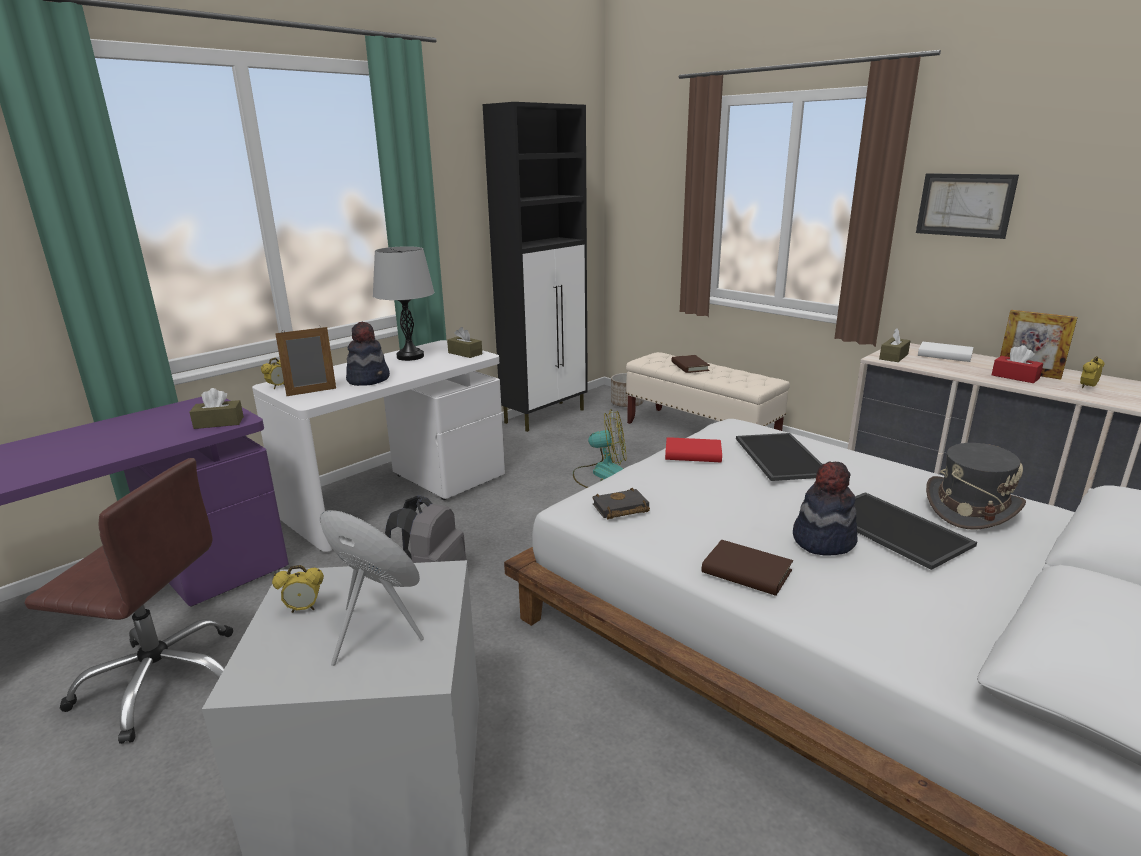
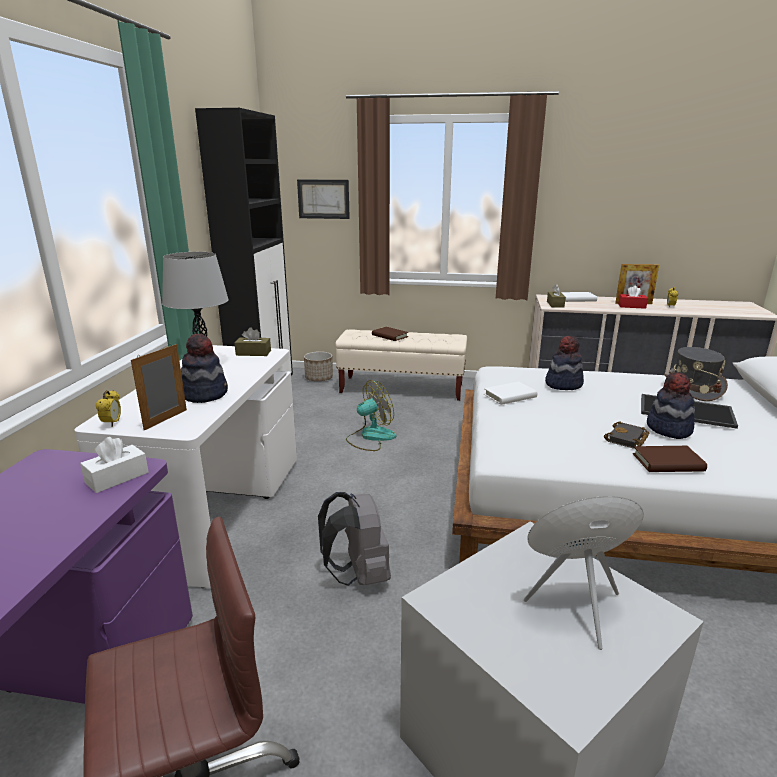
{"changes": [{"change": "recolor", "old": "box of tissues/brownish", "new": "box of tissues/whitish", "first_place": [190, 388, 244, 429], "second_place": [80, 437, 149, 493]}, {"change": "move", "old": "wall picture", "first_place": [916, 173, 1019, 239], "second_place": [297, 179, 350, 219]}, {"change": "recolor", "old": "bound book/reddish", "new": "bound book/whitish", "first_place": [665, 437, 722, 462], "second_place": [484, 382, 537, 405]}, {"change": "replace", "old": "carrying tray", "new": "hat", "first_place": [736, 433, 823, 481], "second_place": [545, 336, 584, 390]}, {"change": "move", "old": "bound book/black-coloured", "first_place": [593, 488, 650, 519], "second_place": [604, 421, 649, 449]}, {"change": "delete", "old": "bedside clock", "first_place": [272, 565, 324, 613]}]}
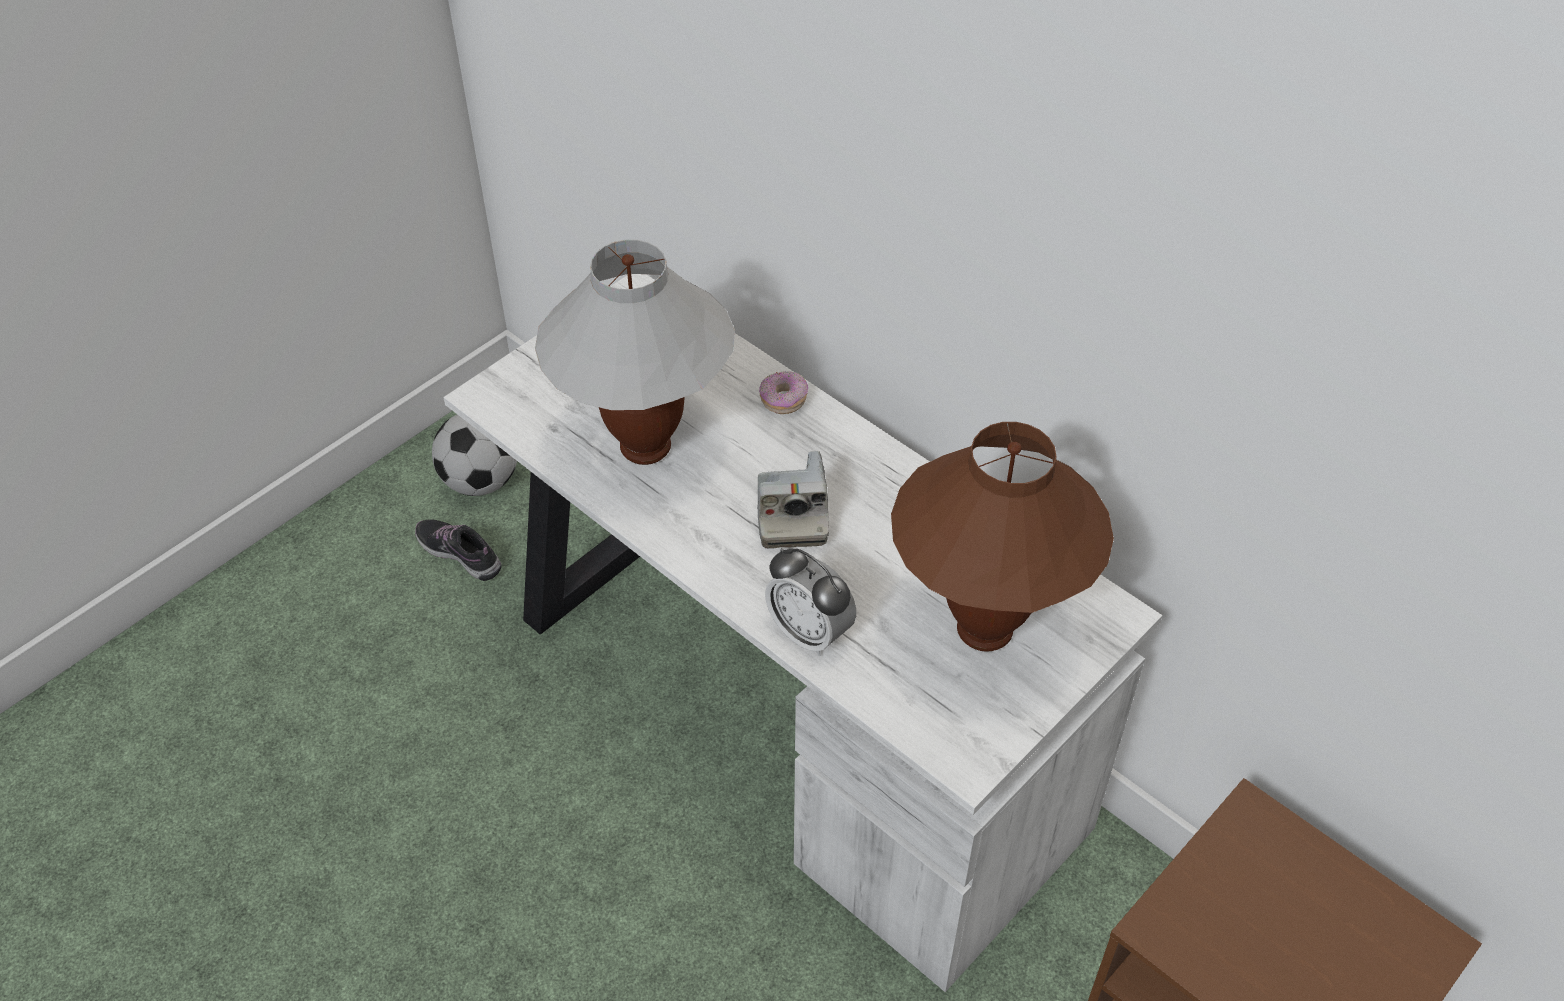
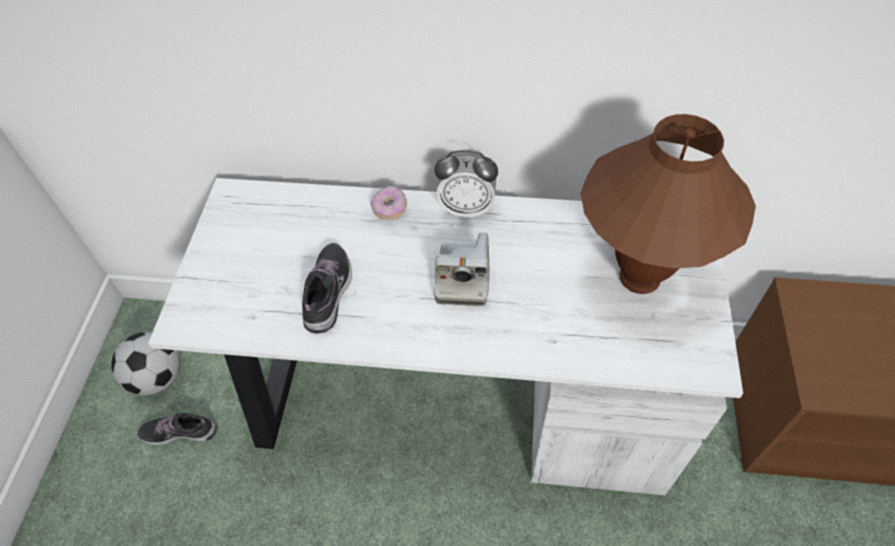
{"changes": [{"change": "replace", "old": "table lamp/whitish", "new": "shoe", "first_place": [535, 240, 735, 465], "second_place": [302, 243, 352, 334]}, {"change": "move", "old": "bedside clock", "first_place": [765, 548, 856, 656], "second_place": [434, 150, 498, 217]}, {"change": "rotate", "old": "still camera", "first_place": [757, 451, 829, 548], "second_place": [434, 233, 490, 306], "degrees": 45}]}
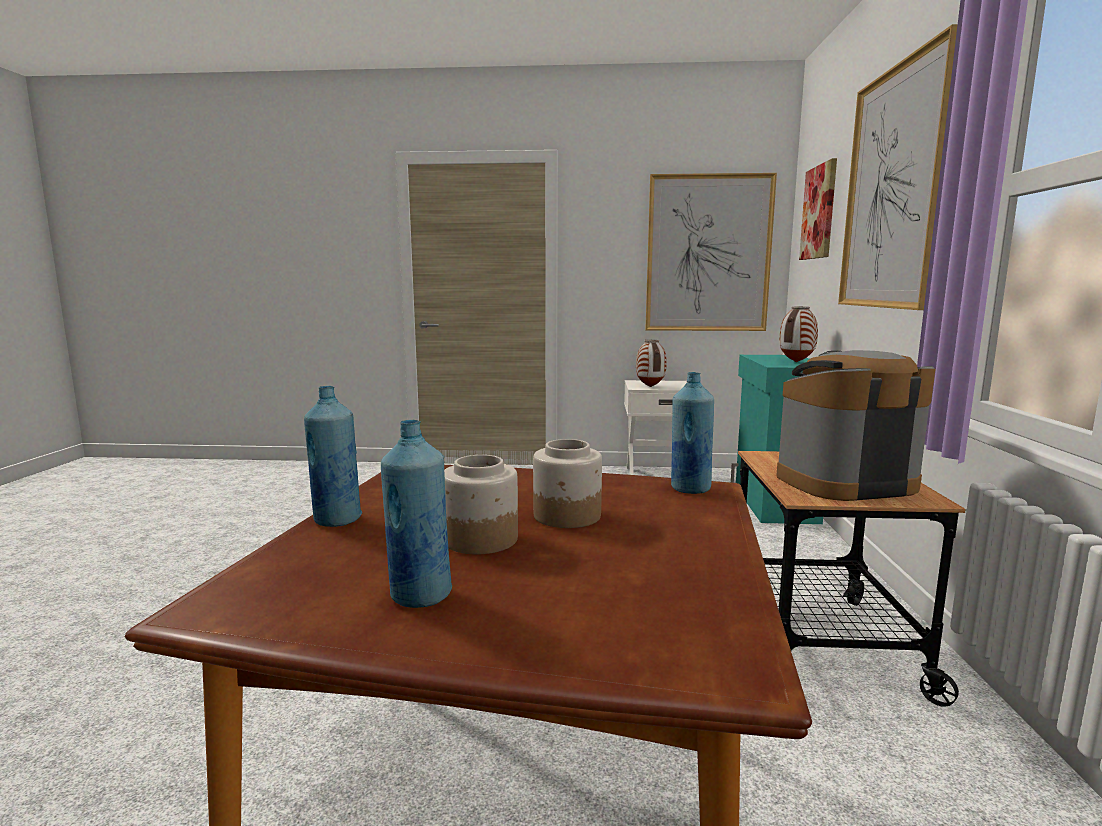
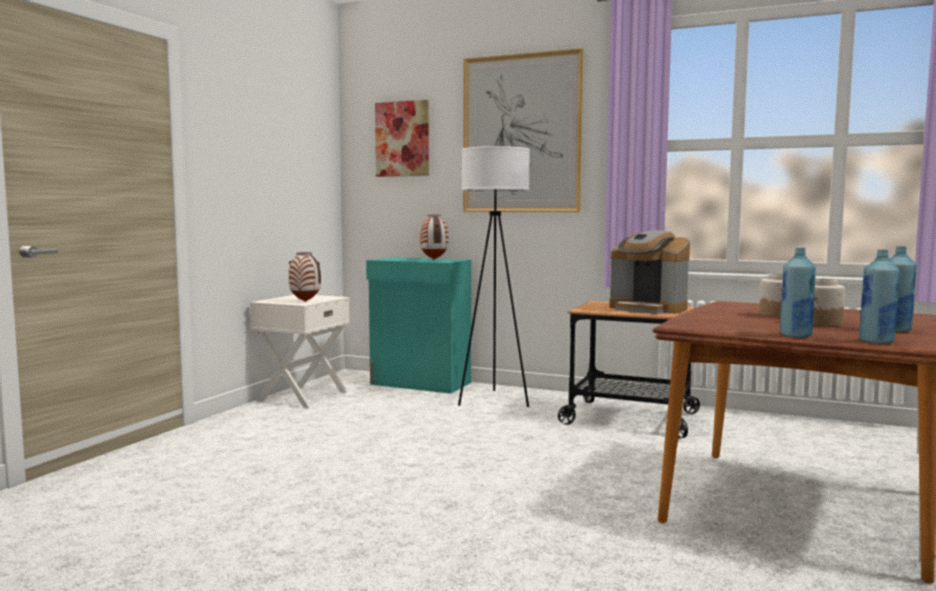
{"changes": [{"change": "insert", "new": "floor lamp/whitish", "second_place": [458, 146, 530, 407]}, {"change": "rotate", "old": "coffee maker", "first_place": [776, 350, 936, 501], "second_place": [609, 230, 690, 314], "degrees": -60}, {"change": "move", "old": "drink bottle/blue", "first_place": [671, 372, 714, 494], "second_place": [859, 249, 900, 344]}, {"change": "delete", "old": "wall picture", "first_place": [645, 173, 777, 331]}]}
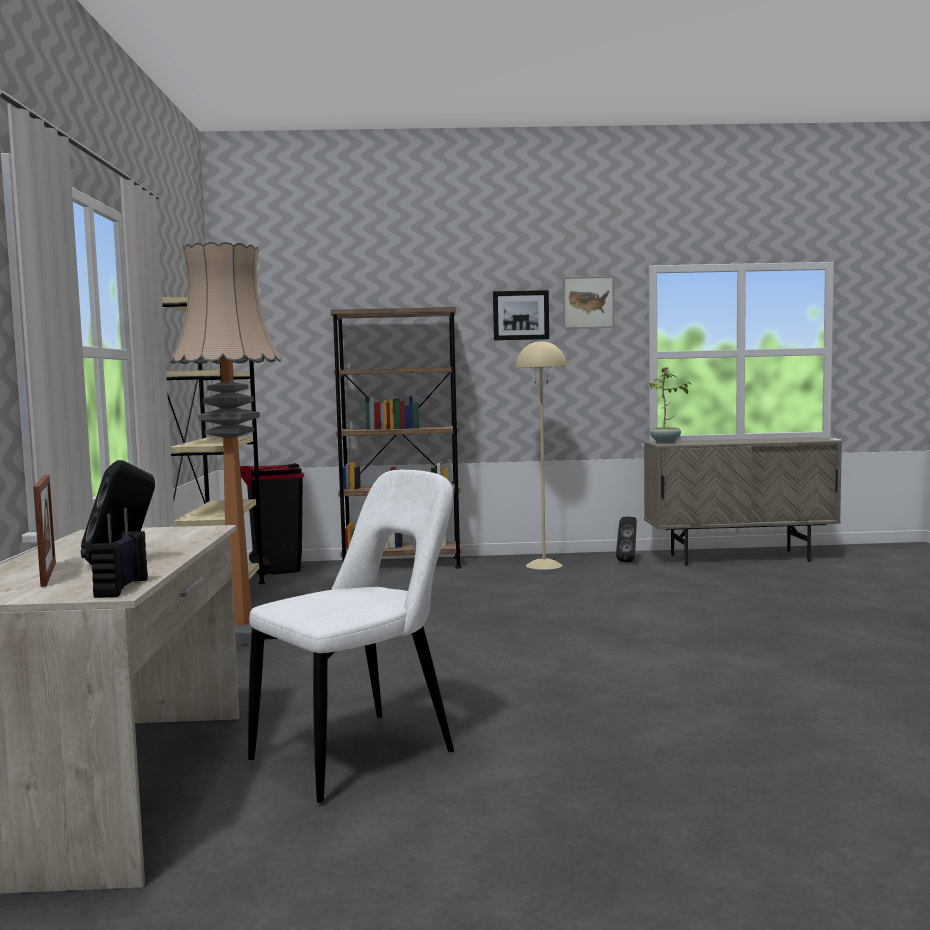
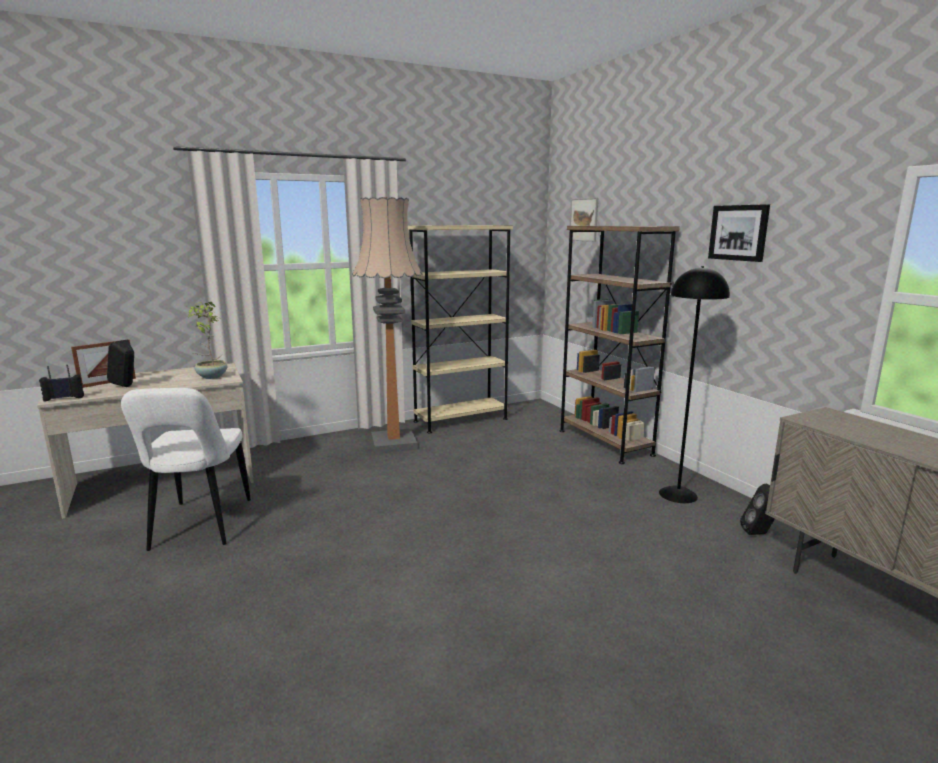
{"changes": [{"change": "rotate", "old": "upright chair/whitish", "first_place": [248, 470, 454, 803], "second_place": [121, 388, 251, 551], "degrees": 60}, {"change": "move", "old": "houseplant", "first_place": [649, 367, 692, 443], "second_place": [188, 302, 227, 379]}, {"change": "move", "old": "wall picture", "first_place": [563, 276, 614, 329], "second_place": [569, 198, 598, 242]}, {"change": "recolor", "old": "floor lamp/beige-coloured", "new": "floor lamp/black-coloured", "first_place": [516, 340, 567, 570], "second_place": [659, 266, 730, 503]}, {"change": "delete", "old": "waste bin/black-coloured", "first_place": [240, 463, 304, 575]}]}
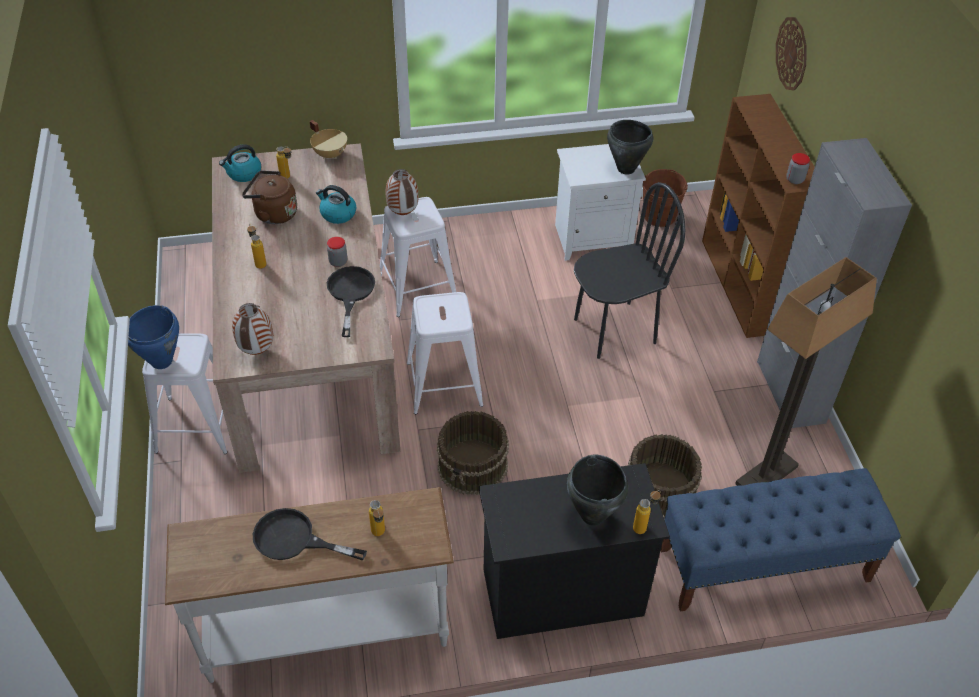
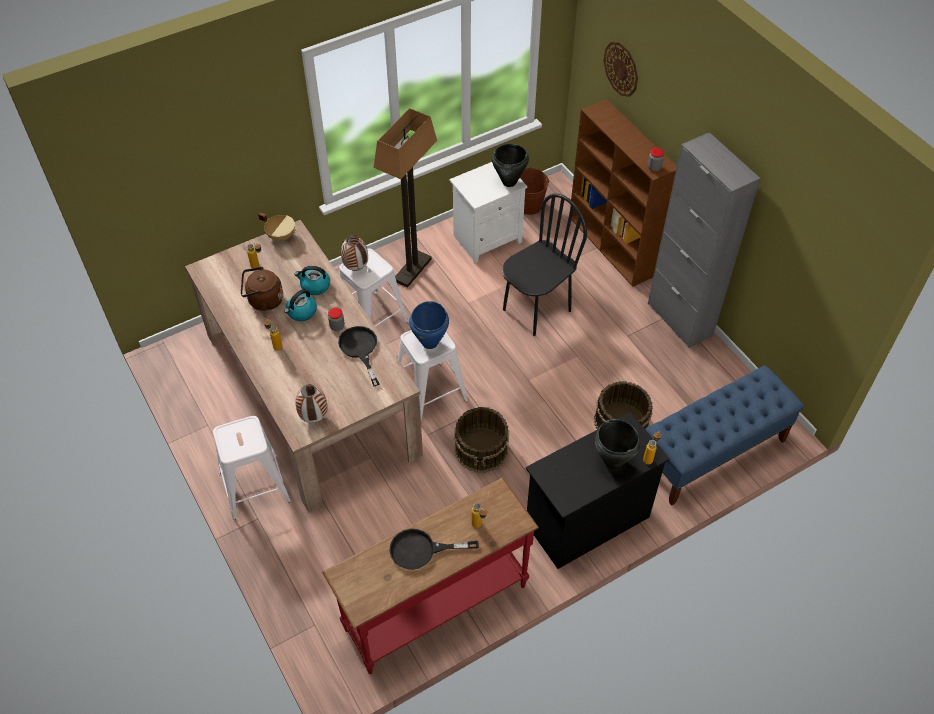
{"changes": [{"change": "move", "old": "water kettle", "first_place": [219, 144, 261, 182], "second_place": [284, 289, 317, 321]}, {"change": "recolor", "old": "hall table/whitish", "new": "hall table/reddish", "first_place": [165, 487, 454, 683], "second_place": [322, 477, 539, 674]}, {"change": "move", "old": "floor lamp", "first_place": [735, 257, 877, 486], "second_place": [373, 108, 437, 288]}, {"change": "move", "old": "stockpot/blue", "first_place": [128, 305, 179, 369], "second_place": [409, 301, 449, 349]}]}
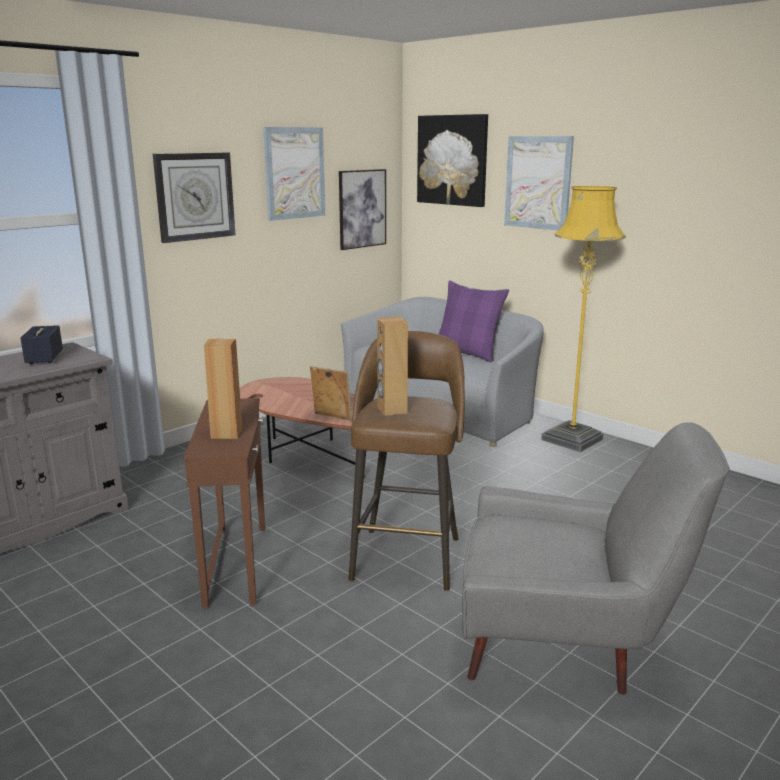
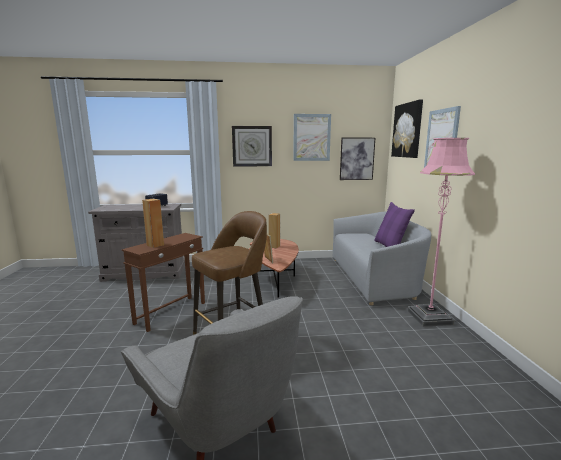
{"changes": [{"change": "move", "old": "audio speaker/brownish", "first_place": [377, 317, 408, 416], "second_place": [269, 213, 280, 248]}, {"change": "recolor", "old": "floor lamp/yellowish", "new": "floor lamp/pinkish", "first_place": [541, 186, 626, 452], "second_place": [407, 138, 475, 327]}]}
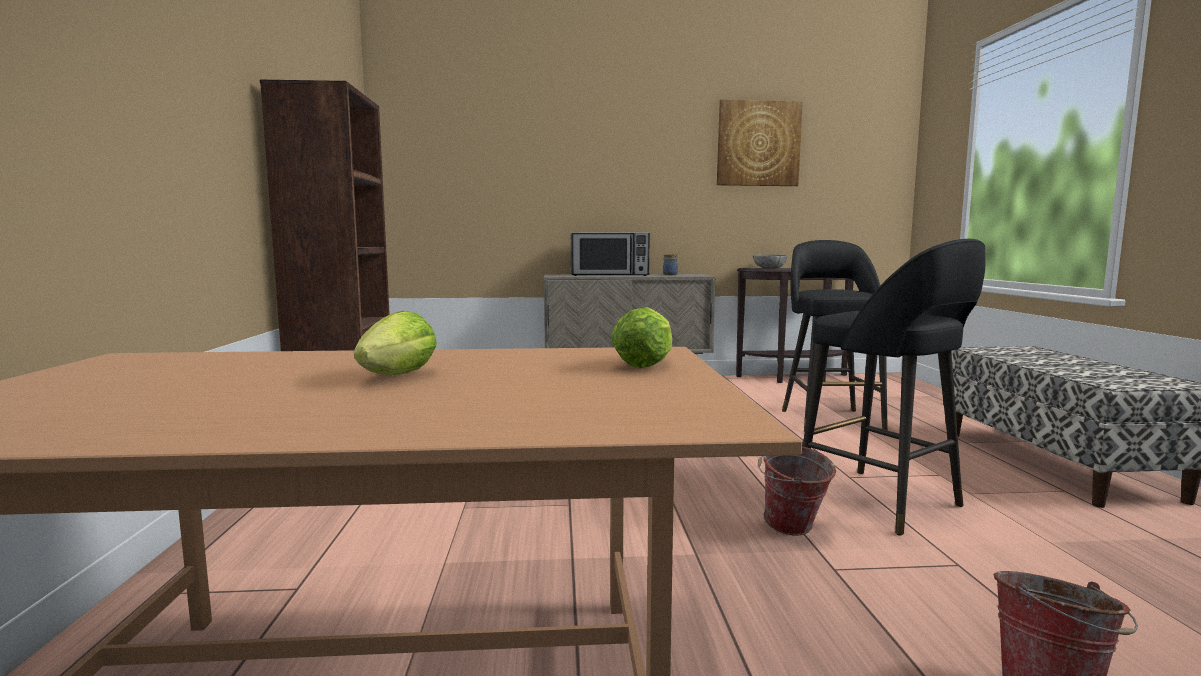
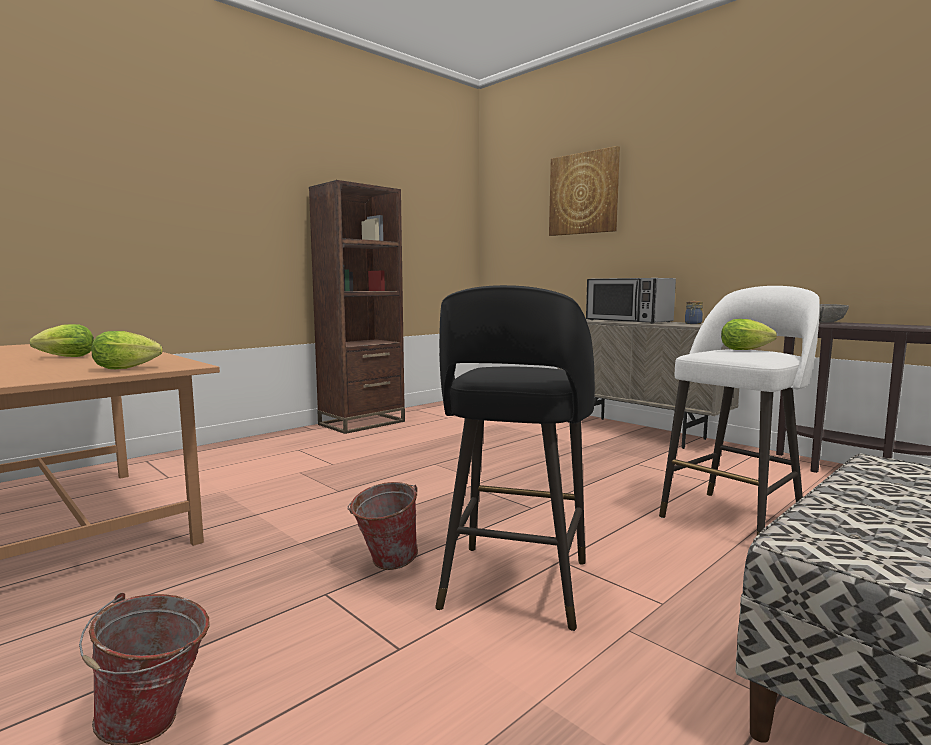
{"changes": [{"change": "move", "old": "wall picture", "first_place": [717, 99, 803, 186], "second_place": [549, 146, 620, 236]}, {"change": "recolor", "old": "sitting stool/black-coloured", "new": "sitting stool/whitish", "first_place": [782, 240, 888, 432], "second_place": [659, 286, 820, 535]}, {"change": "insert", "new": "lettuce head", "second_place": [721, 319, 777, 350]}]}
